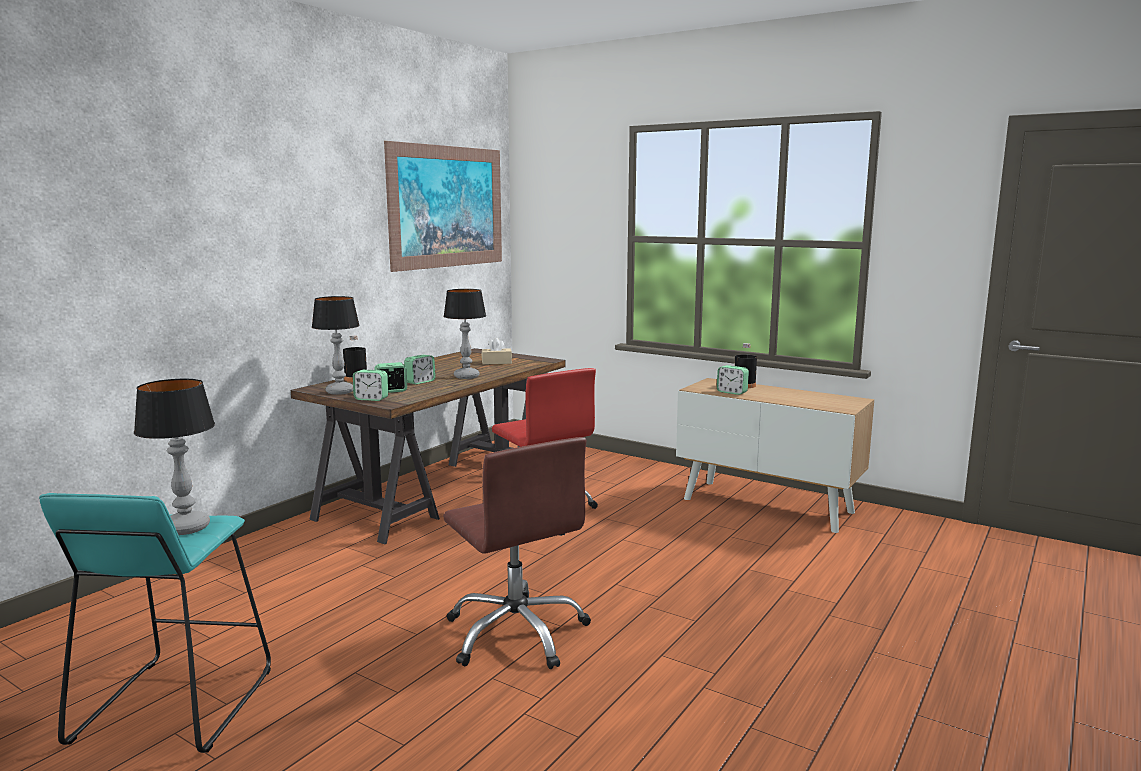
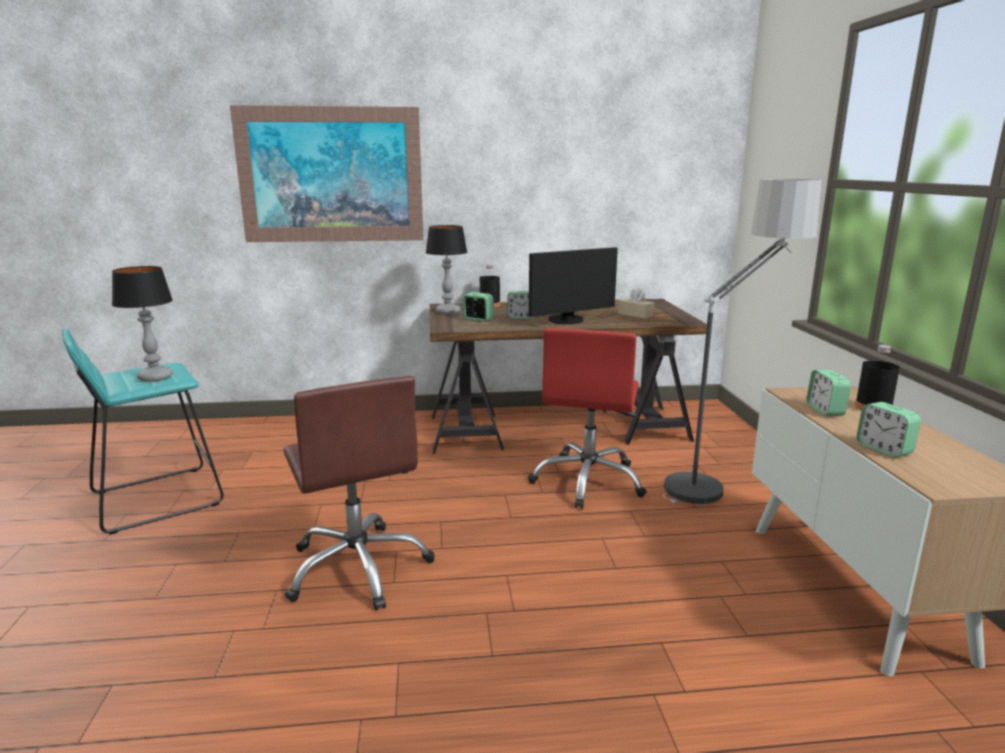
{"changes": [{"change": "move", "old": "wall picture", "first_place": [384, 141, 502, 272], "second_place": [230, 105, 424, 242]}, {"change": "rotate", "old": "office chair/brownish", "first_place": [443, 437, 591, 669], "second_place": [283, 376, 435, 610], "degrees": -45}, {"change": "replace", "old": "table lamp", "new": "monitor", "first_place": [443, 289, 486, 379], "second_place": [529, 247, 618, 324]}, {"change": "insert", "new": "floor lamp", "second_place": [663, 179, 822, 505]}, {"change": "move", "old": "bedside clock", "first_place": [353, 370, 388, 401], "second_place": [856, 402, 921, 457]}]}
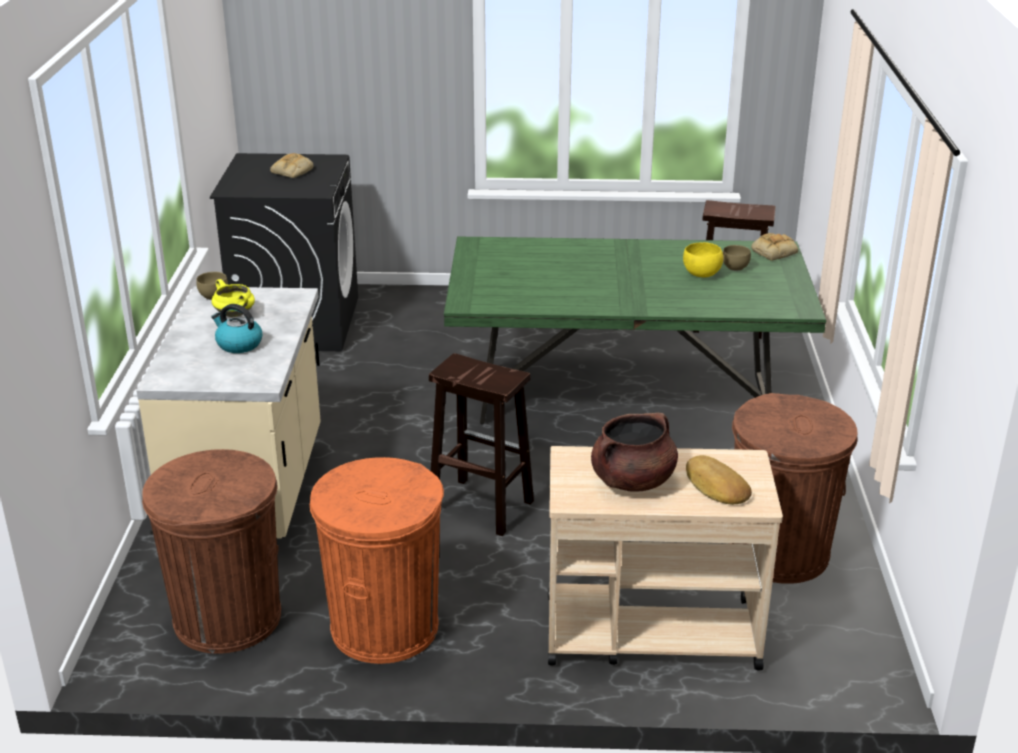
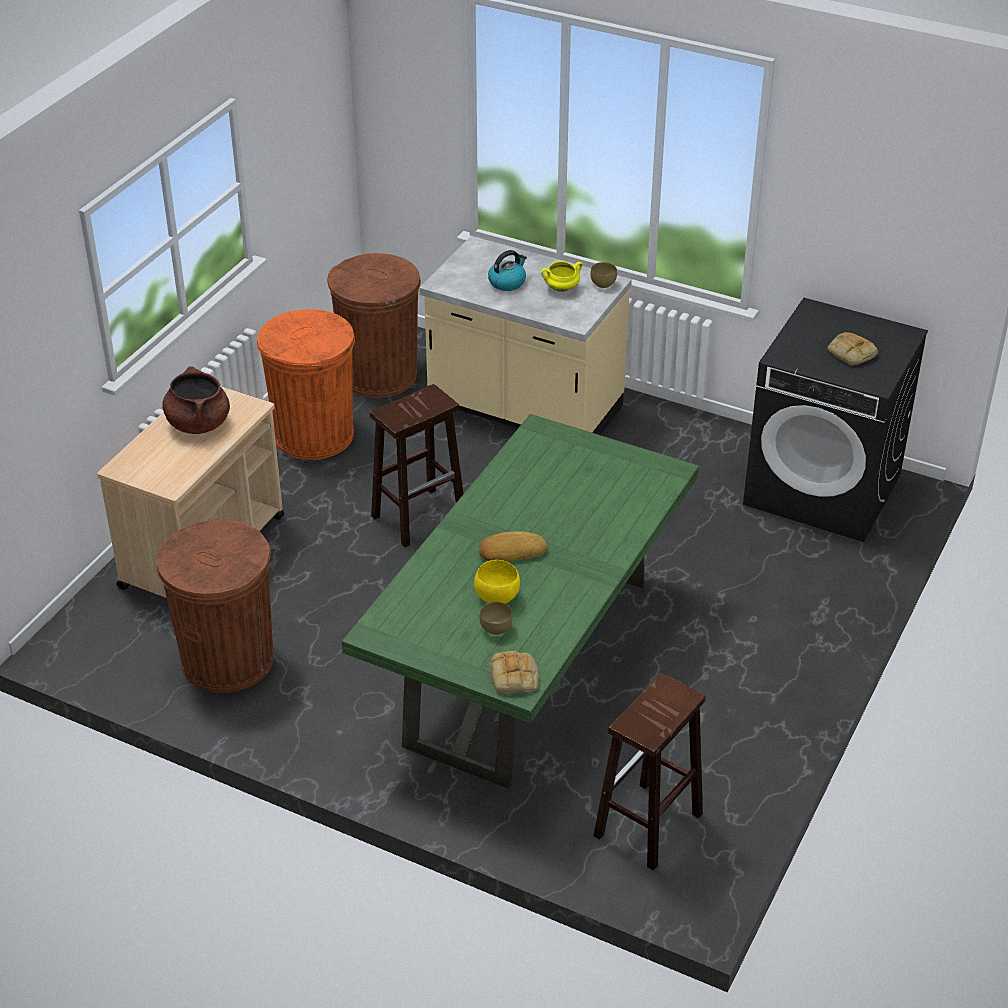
{"changes": [{"change": "move", "old": "baked bread", "first_place": [686, 455, 752, 505], "second_place": [479, 531, 547, 562]}]}
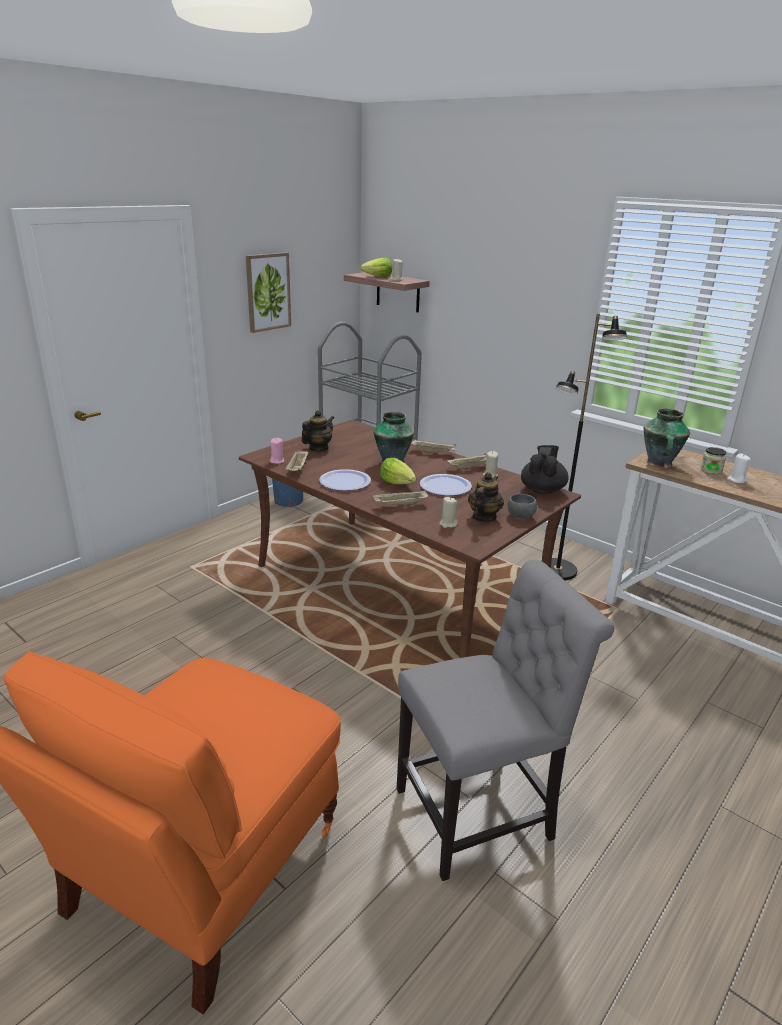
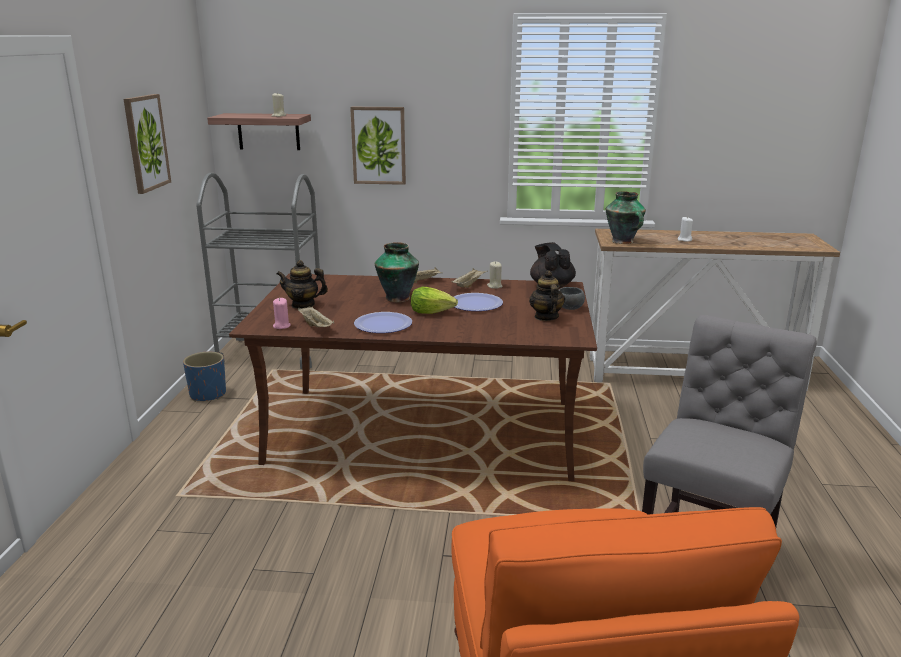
{"changes": [{"change": "rotate", "old": "pot for tea", "first_place": [301, 410, 334, 451], "second_place": [277, 260, 328, 309], "degrees": -90}, {"change": "insert", "new": "wall picture", "second_place": [350, 107, 406, 185]}, {"change": "delete", "old": "lettuce head", "first_place": [360, 258, 392, 277]}, {"change": "delete", "old": "carrying tray/beige-coloured", "first_place": [373, 490, 429, 507]}, {"change": "delete", "old": "candle/beige-coloured", "first_place": [439, 497, 458, 528]}, {"change": "delete", "old": "floor lamp/black-coloured", "first_place": [551, 313, 627, 580]}, {"change": "delete", "old": "preserve jar", "first_place": [701, 447, 726, 474]}]}
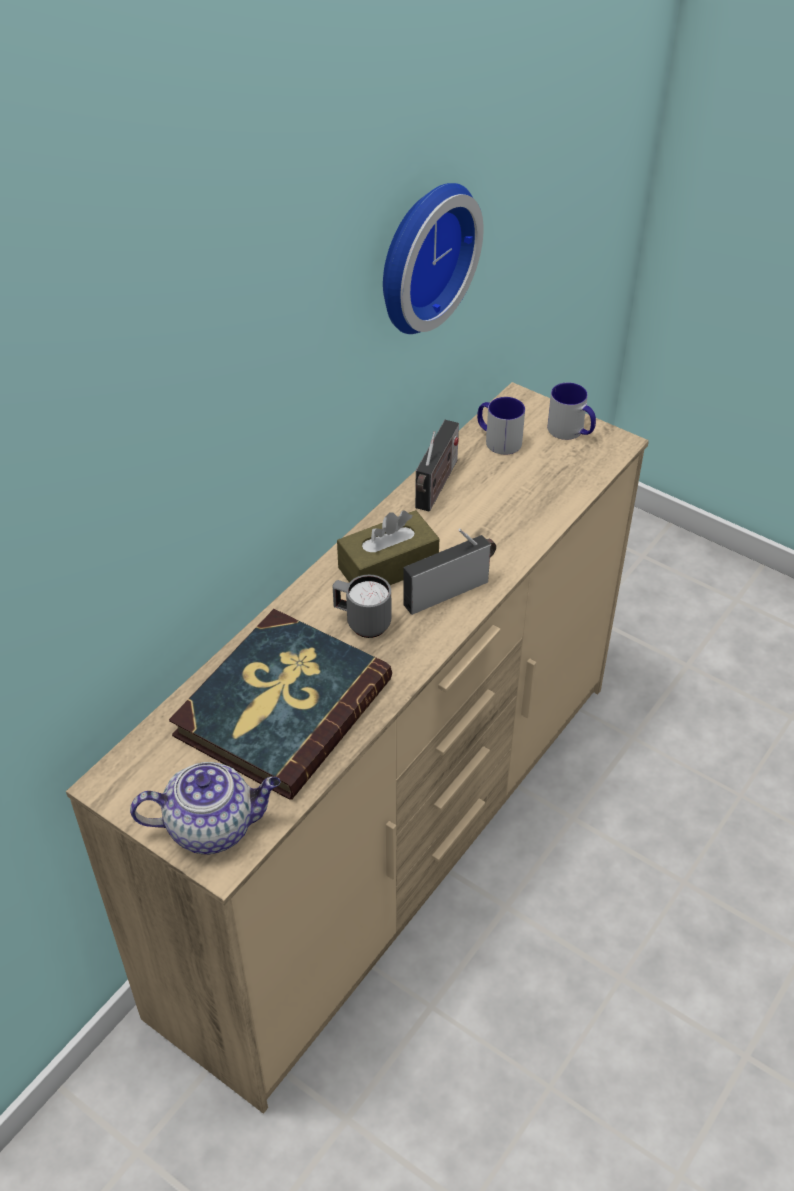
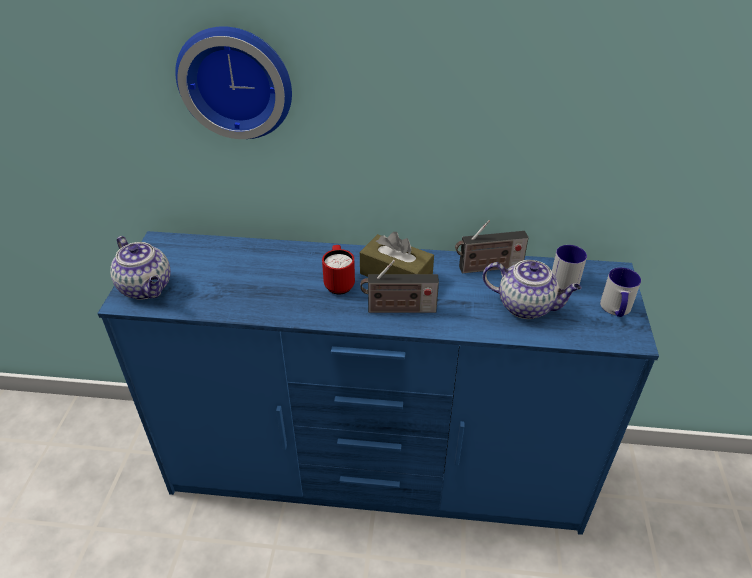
{"changes": [{"change": "recolor", "old": "chest of drawers/beige-coloured", "new": "chest of drawers/blue", "first_place": [66, 382, 649, 1114], "second_place": [97, 231, 659, 535]}, {"change": "move", "old": "wall clock", "first_place": [383, 183, 484, 334], "second_place": [175, 26, 292, 139]}, {"change": "recolor", "old": "tea mug/gray", "new": "tea mug/reddish", "first_place": [333, 575, 391, 638], "second_place": [322, 245, 355, 295]}, {"change": "rotate", "old": "radio receiver", "first_place": [403, 529, 496, 615], "second_place": [361, 260, 439, 313], "degrees": 150}, {"change": "insert", "new": "pot for tea", "second_place": [483, 260, 581, 319]}, {"change": "delete", "old": "bound book", "first_place": [169, 609, 392, 800]}]}
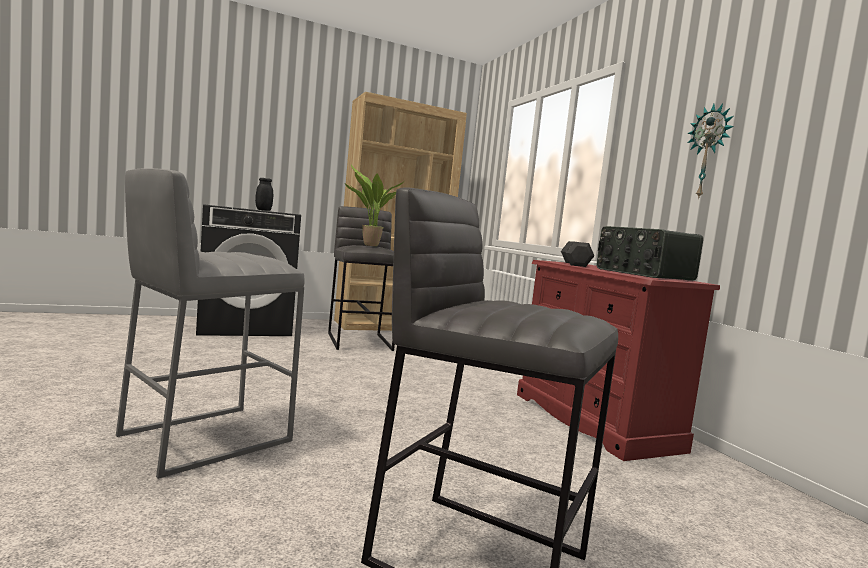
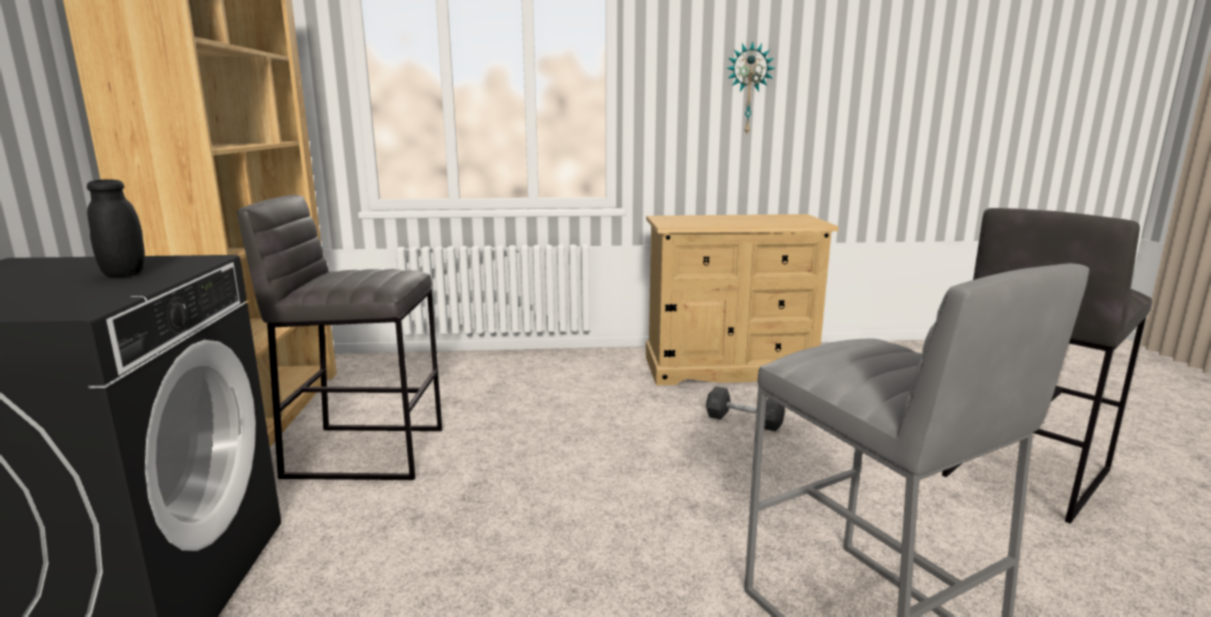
{"changes": [{"change": "recolor", "old": "chest of drawers/reddish", "new": "chest of drawers/beige-coloured", "first_place": [517, 260, 720, 461], "second_place": [646, 214, 839, 385]}, {"change": "move", "old": "hand weight/gray", "first_place": [561, 241, 594, 267], "second_place": [706, 386, 785, 431]}, {"change": "delete", "old": "houseplant", "first_place": [345, 165, 404, 246]}, {"change": "delete", "old": "radio receiver", "first_place": [596, 226, 703, 281]}]}
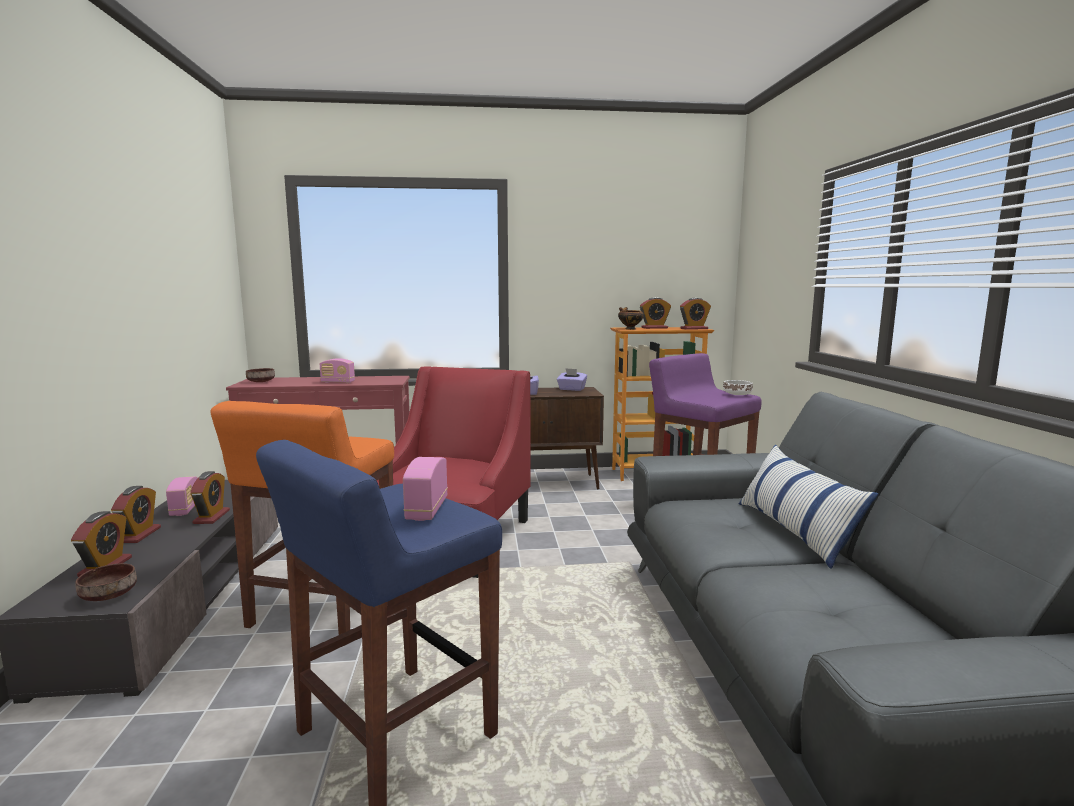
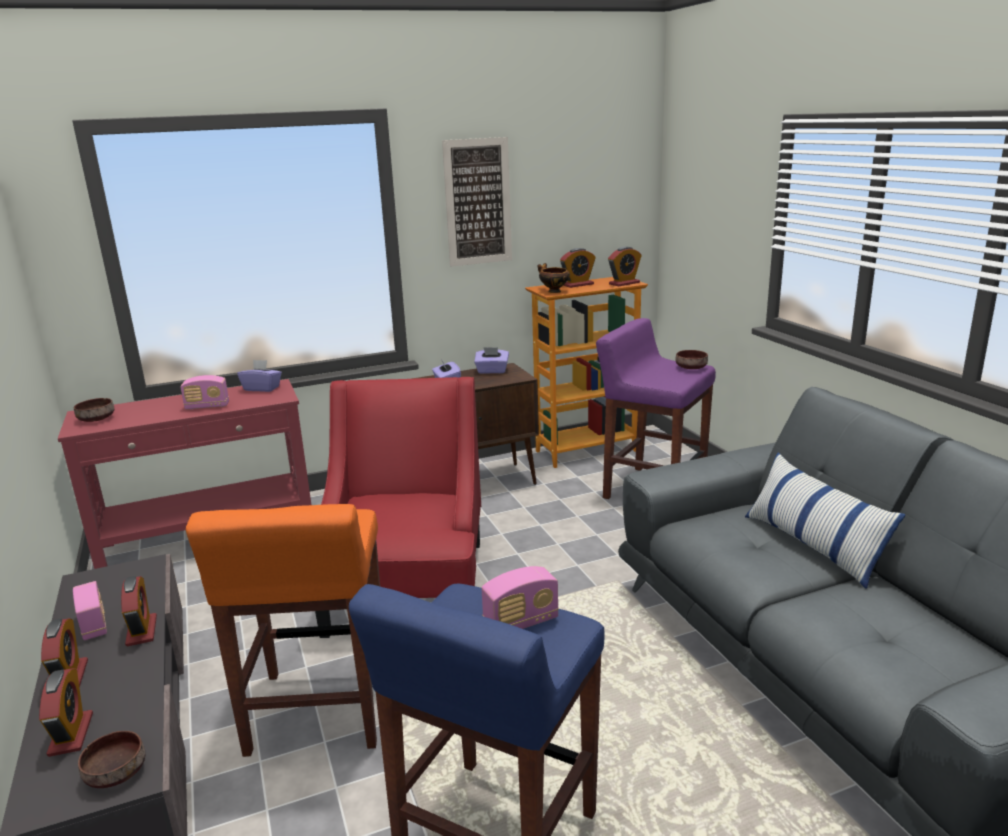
{"changes": [{"change": "insert", "new": "box of tissues/purple", "second_place": [237, 360, 282, 392]}, {"change": "insert", "new": "wall picture", "second_place": [442, 137, 512, 267]}, {"change": "rotate", "old": "radio receiver", "first_place": [403, 457, 448, 521], "second_place": [481, 566, 559, 629], "degrees": -105}, {"change": "recolor", "old": "bowl/whitish", "new": "bowl/brownish", "first_place": [723, 380, 753, 395], "second_place": [675, 350, 708, 369]}]}
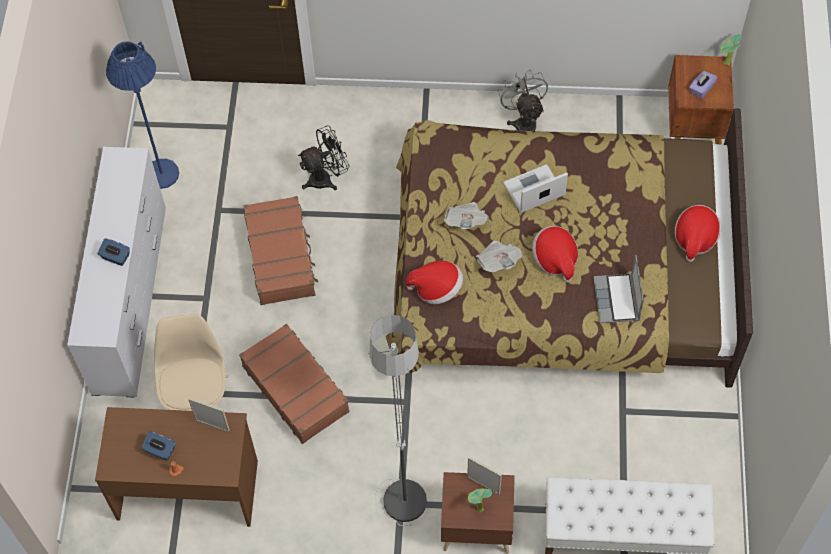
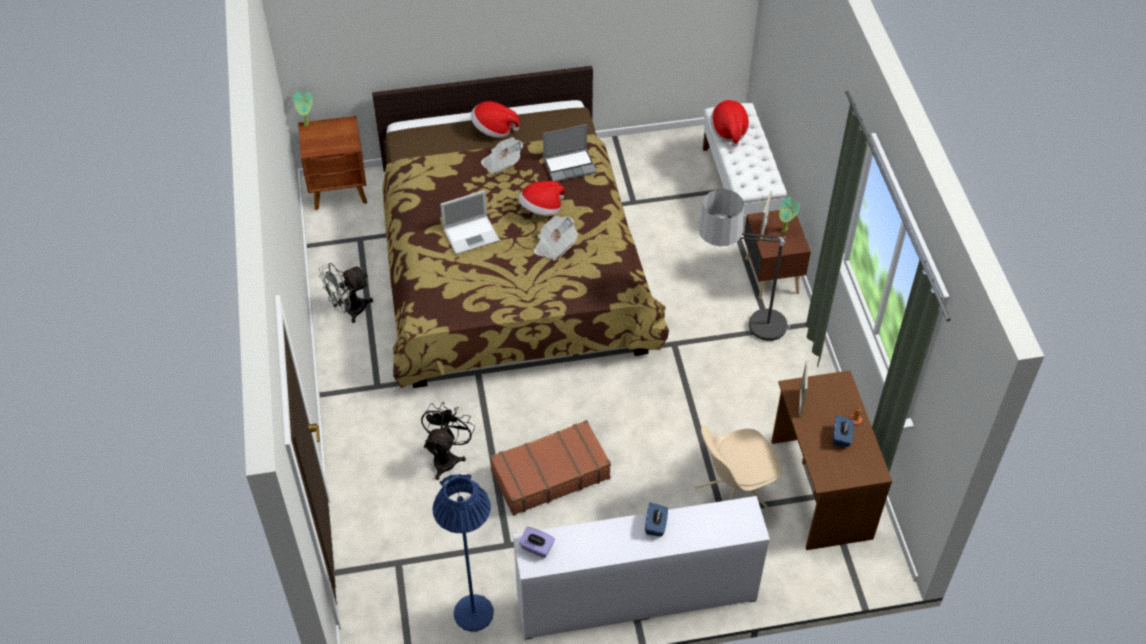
{"changes": [{"change": "rotate", "old": "cooling fan/black-coloured", "first_place": [298, 125, 350, 190], "second_place": [421, 402, 475, 480], "degrees": 60}, {"change": "rotate", "old": "notebook computer", "first_place": [503, 164, 568, 213], "second_place": [440, 190, 500, 255], "degrees": -75}, {"change": "move", "old": "printed paper", "first_place": [444, 202, 489, 229], "second_place": [481, 137, 523, 175]}, {"change": "move", "old": "box of tissues/purple", "first_place": [689, 71, 718, 99], "second_place": [519, 527, 555, 558]}, {"change": "move", "old": "hat", "first_place": [406, 261, 463, 304], "second_place": [711, 100, 749, 147]}, {"change": "delete", "old": "suitcase/brownish", "first_place": [239, 324, 350, 444]}]}
